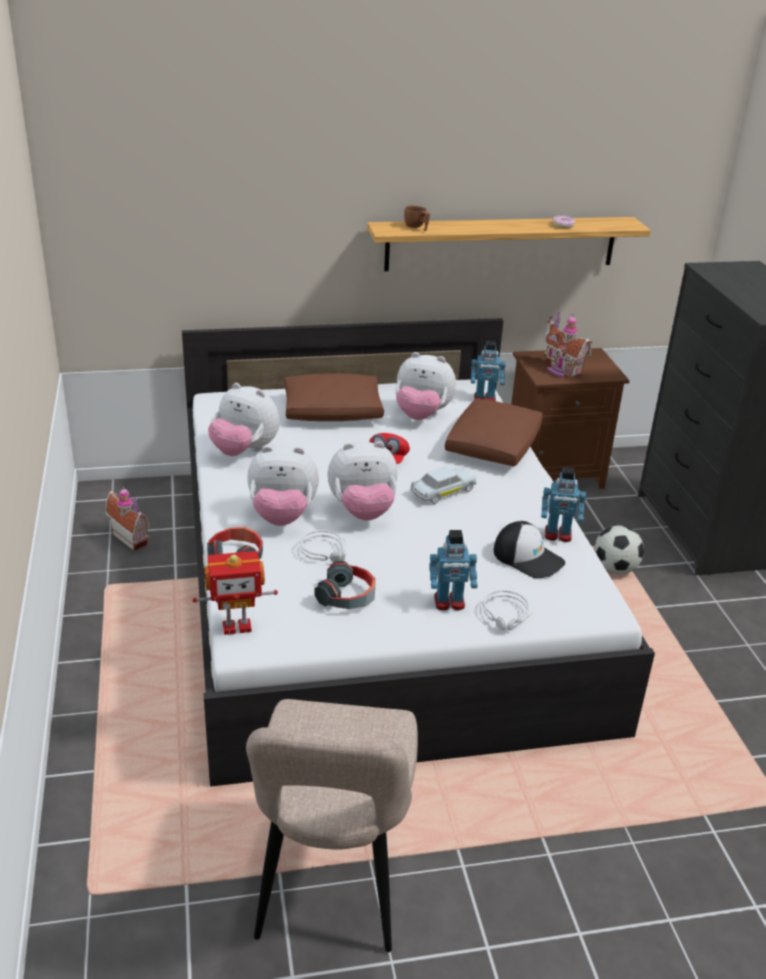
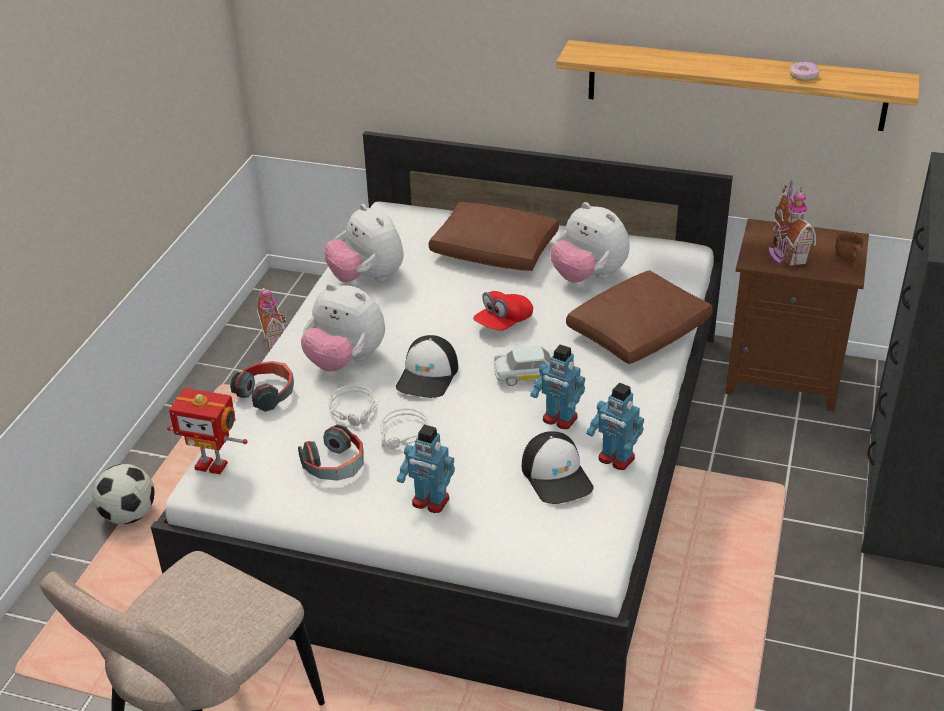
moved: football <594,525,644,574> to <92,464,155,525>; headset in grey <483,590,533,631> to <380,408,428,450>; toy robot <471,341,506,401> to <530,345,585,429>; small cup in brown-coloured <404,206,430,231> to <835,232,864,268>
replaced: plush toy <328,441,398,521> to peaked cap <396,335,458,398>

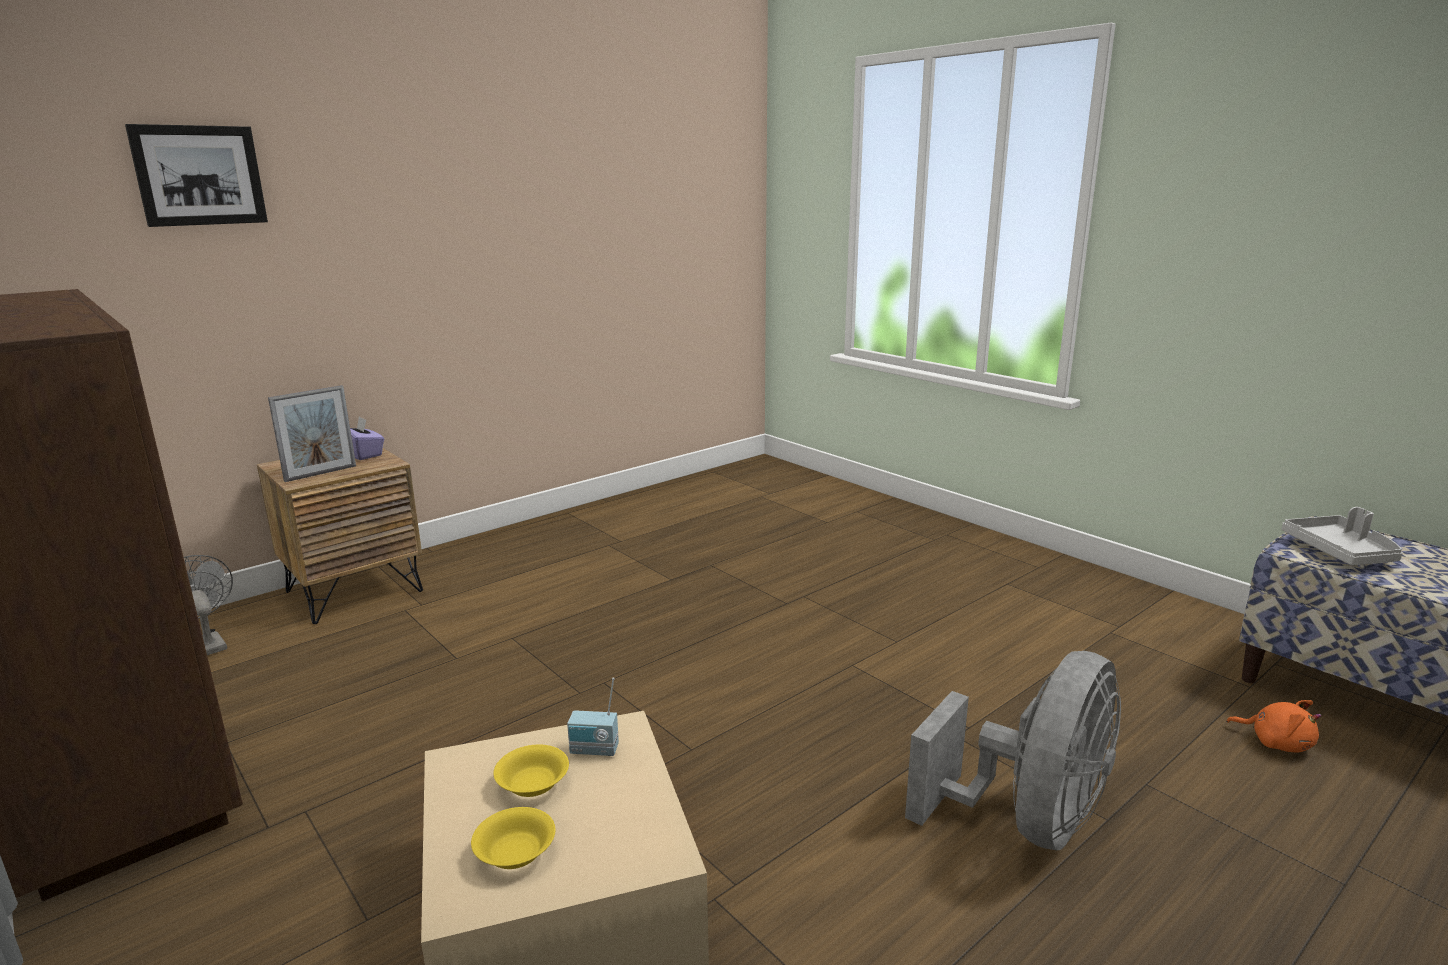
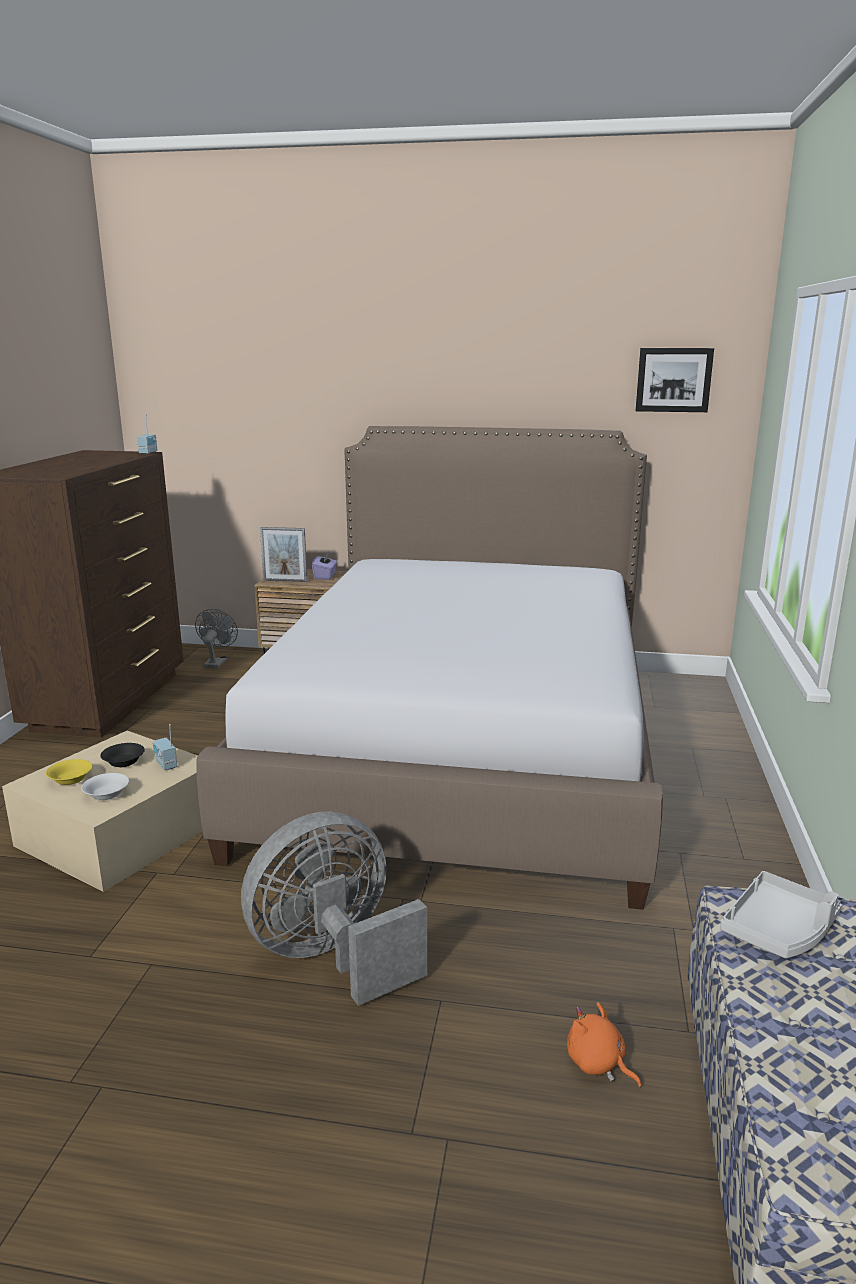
added: serving bowl in white <81,773,129,800>; radio <137,415,158,454>; sleeping bed <196,426,663,910>
moved: wall art <125,124,268,227> to <635,348,714,412>
recoloured: serving bowl in yellowish <493,744,569,797> to serving bowl in black-coloured <100,743,145,767>
turned: fan in grey <905,651,1121,850> = <241,811,427,1006> 150 degrees clockwise; plush toy in orange-coloured <1226,700,1322,752> = <567,1002,641,1088> 135 degrees clockwise

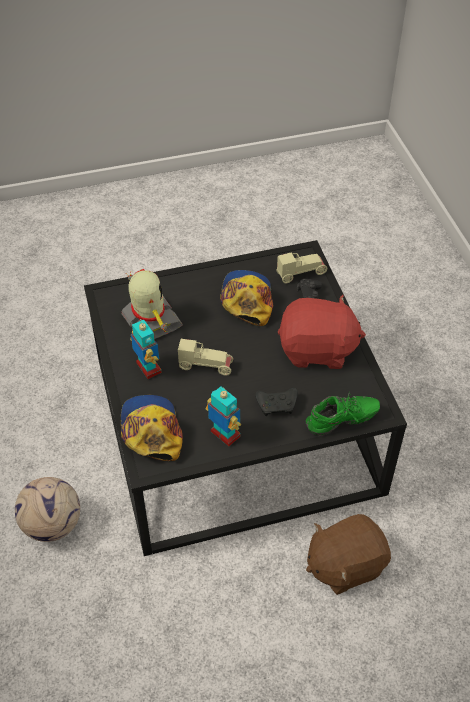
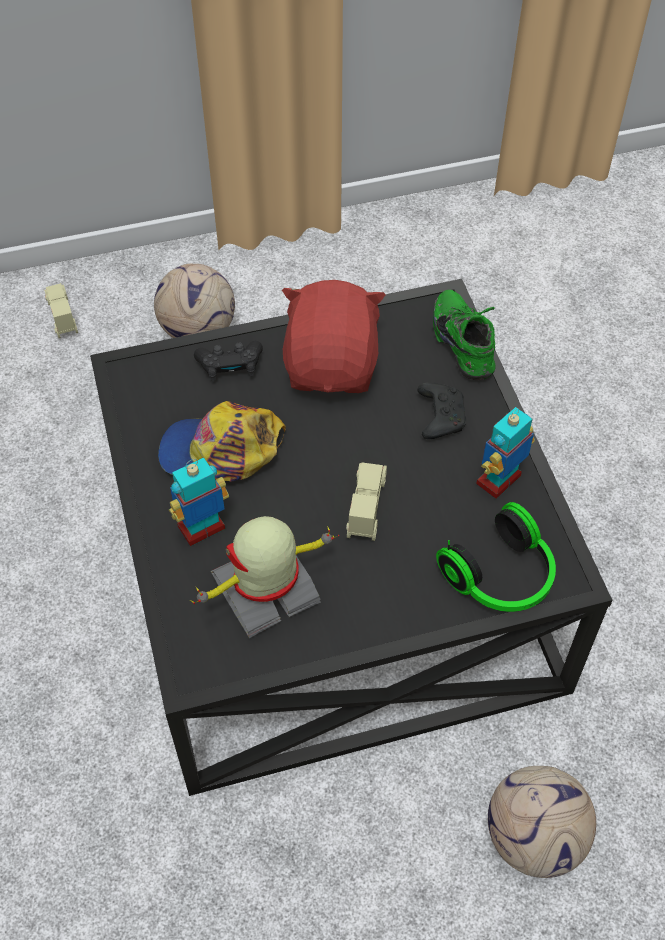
removed: plush toy in brown-coloured <306,514,391,595>
added: football <154,264,235,338>
moved: miniature car in beige-coloured <276,253,327,283> to <44,283,78,338>; toy robot <130,319,162,379> to <169,458,229,546>
replaced: peaked cap <121,395,183,461> to headset <436,502,556,612>

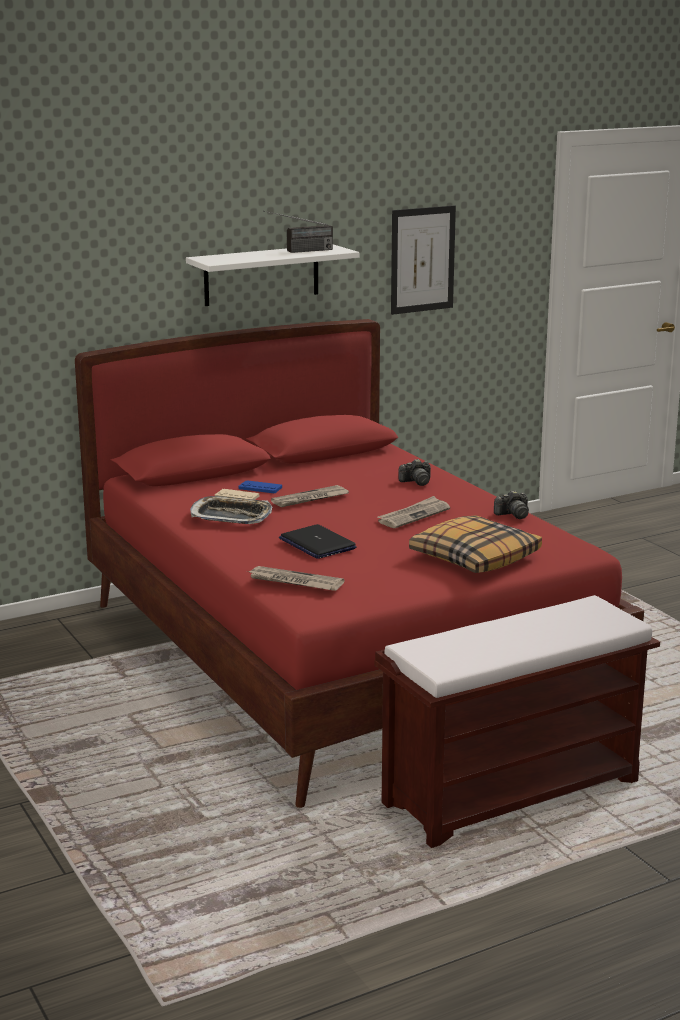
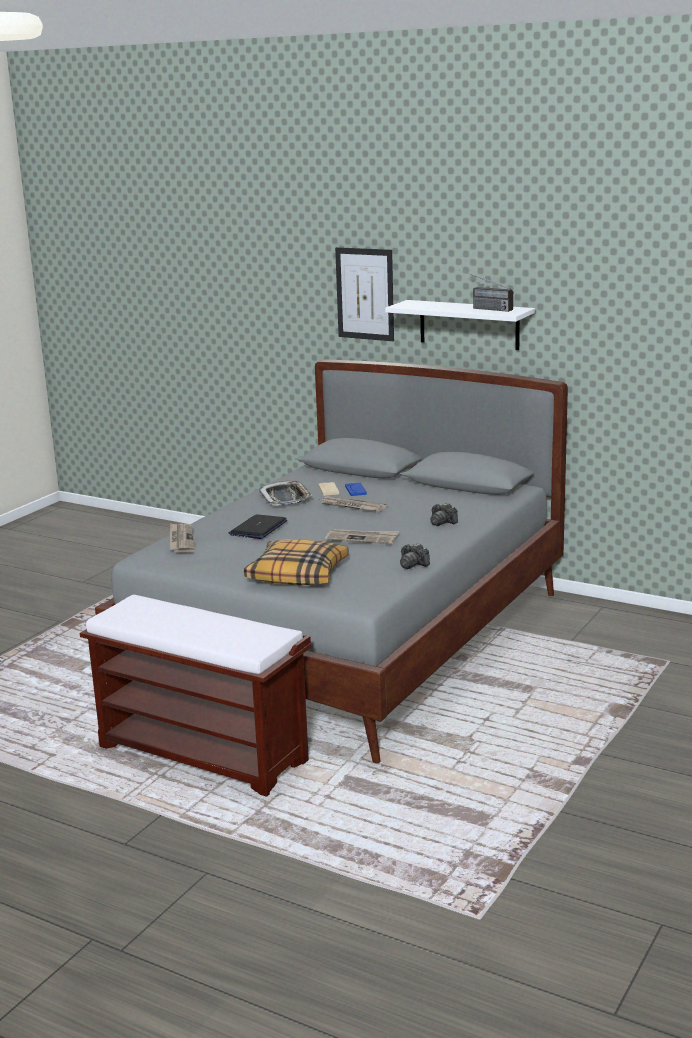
moved: wall art <391,205,456,315> to <335,247,394,341>
recoloured: sleeping bed in red-coloured <75,319,644,808> to sleeping bed in grey <95,359,568,763>

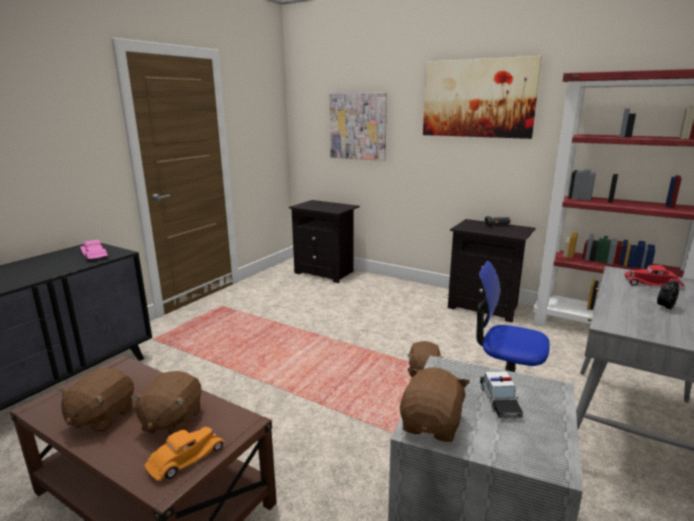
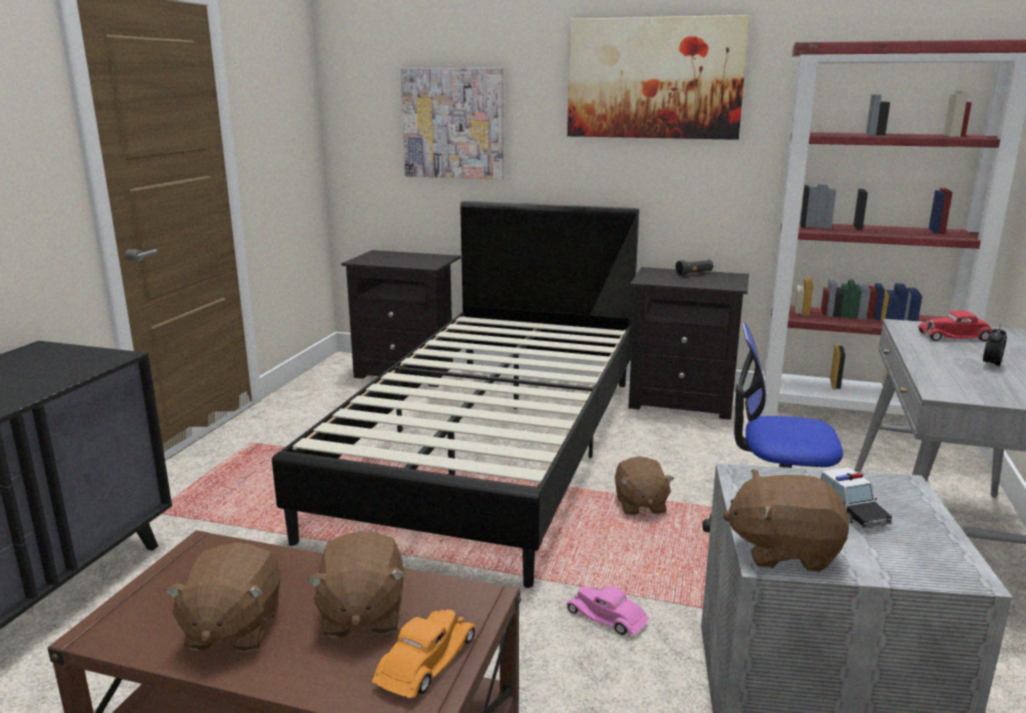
added: sleeping bed in black-coloured <272,201,639,588>
moved: miniature car in pinkish <80,240,108,261> to <566,586,649,635>
turned: plush toy in brown-coloured <400,367,470,442> = <723,469,849,572> 90 degrees counterclockwise

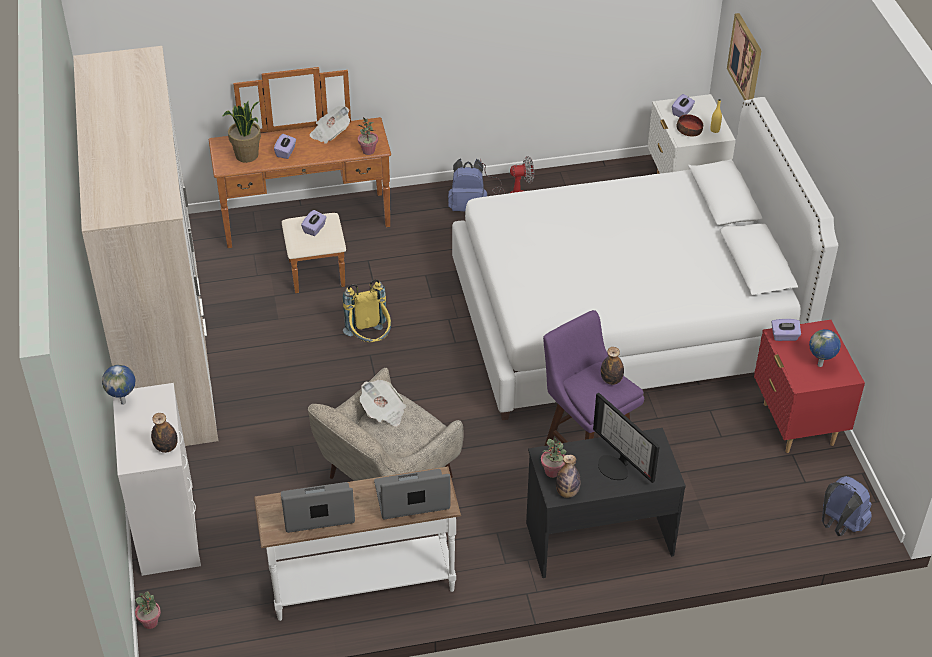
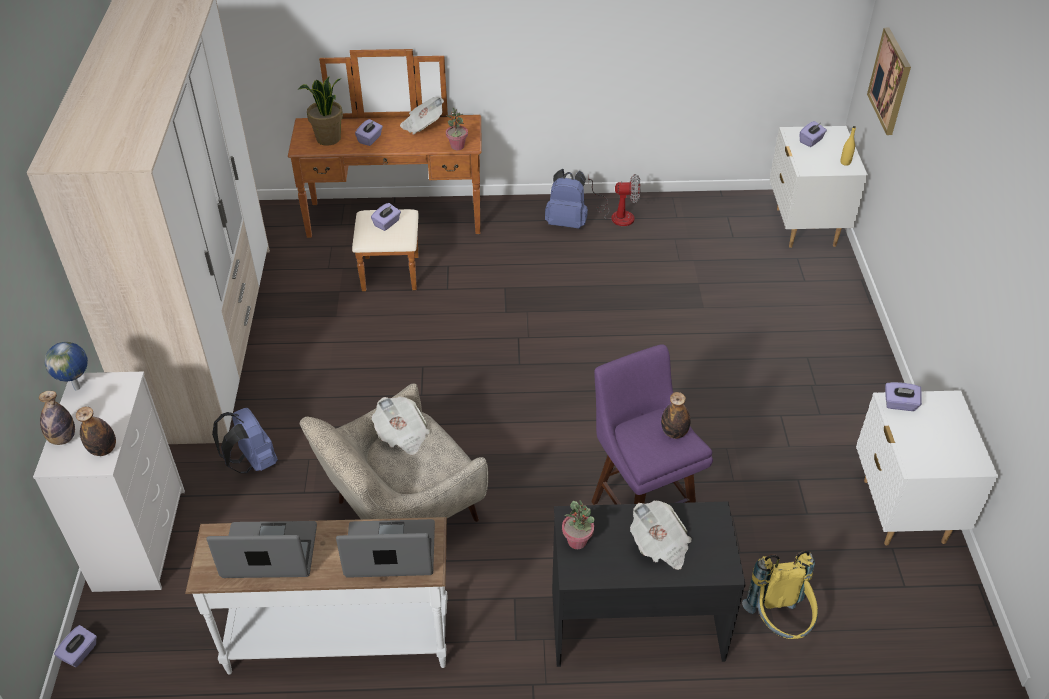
removed: sleeping bed in white <452,97,838,420>; serving bowl <677,114,703,136>; globe <809,329,841,367>
moved: bottle <556,455,581,498> to <39,391,75,445>; knapsack in blue <822,476,872,536> to <212,408,278,473>; knapsack in yellowish <343,279,391,342> to <742,550,818,639>
replaced: plant in a pot <135,591,161,629> to tissue holder in purple <54,625,97,667>; computer screen <593,393,660,483> to newspaper <630,501,692,570>
recoloured: bedside table in red-coloured <754,320,865,453> to bedside table in white <856,390,998,545>

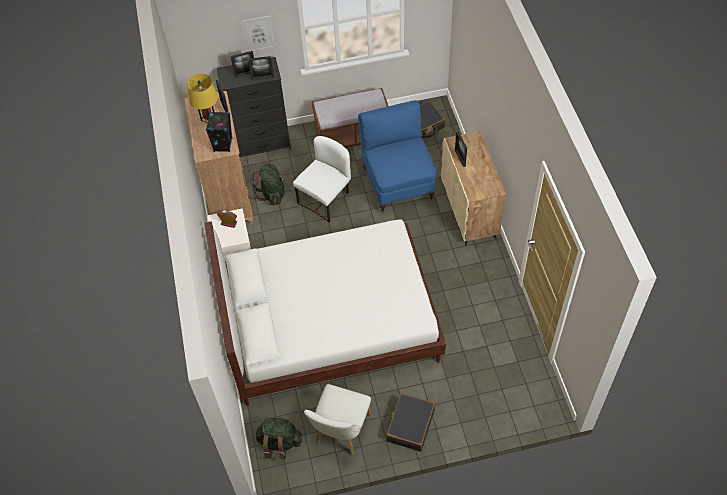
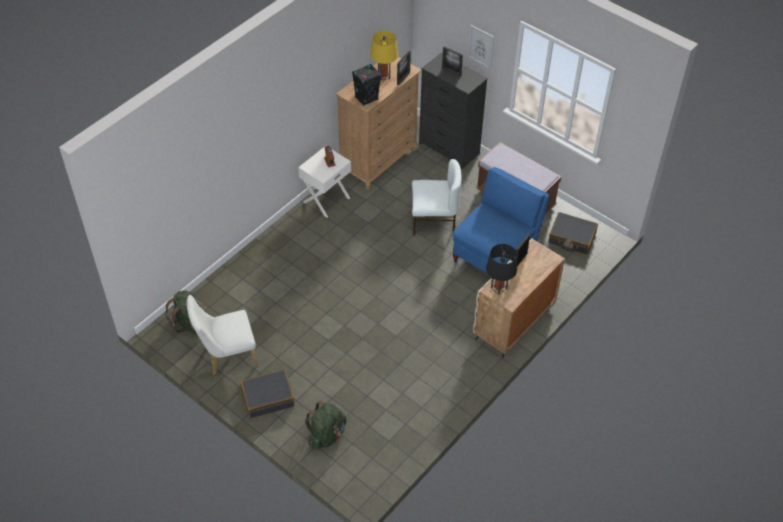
removed: sleeping bed in white <204,219,446,406>; photo frame <248,56,274,80>
added: tabletop lamp in black-coloured <486,244,517,295>
moved: knapsack in greenish <252,164,286,205> to <305,401,347,450>

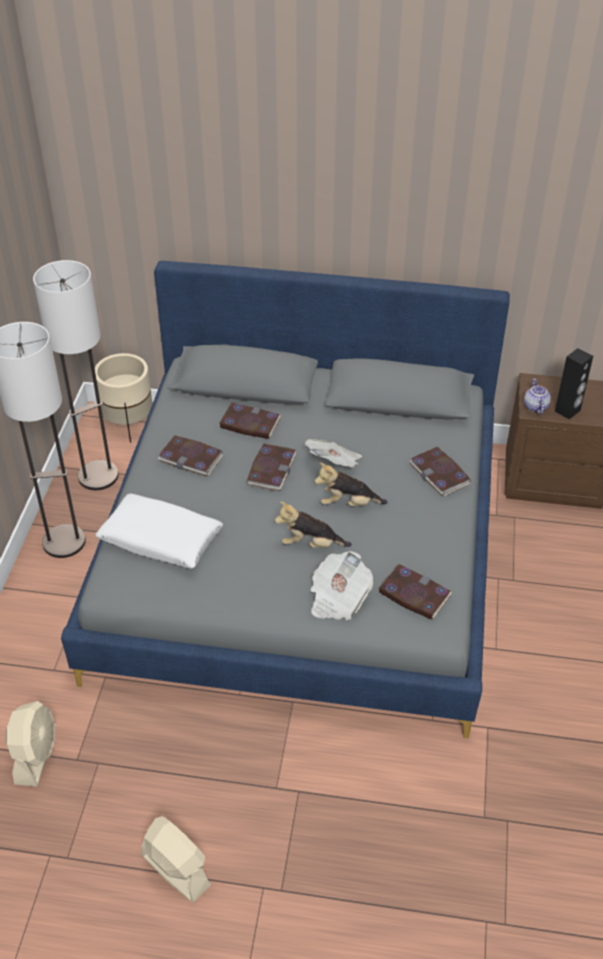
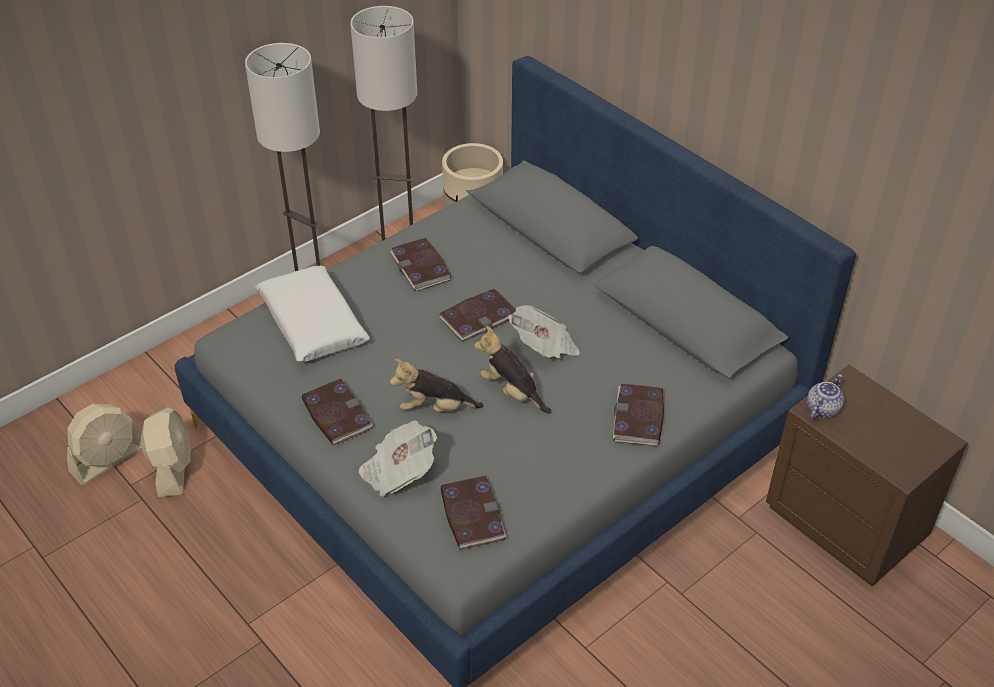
removed: audio speaker in black-coloured <555,348,593,419>
moved: fan in beige-coloured <141,816,211,903> to <141,407,191,497>; bound book <219,403,281,439> to <302,379,374,446>
turned: plush toy <274,501,352,548> = <390,359,483,411> 45 degrees counterclockwise

